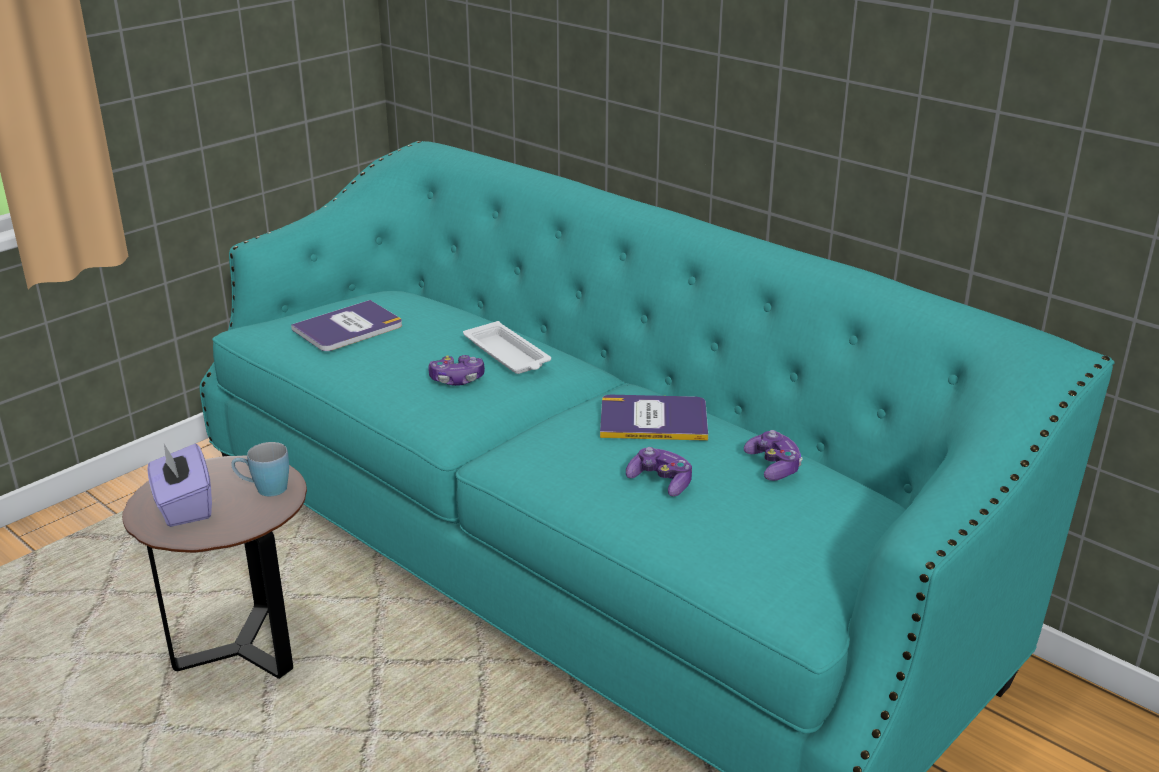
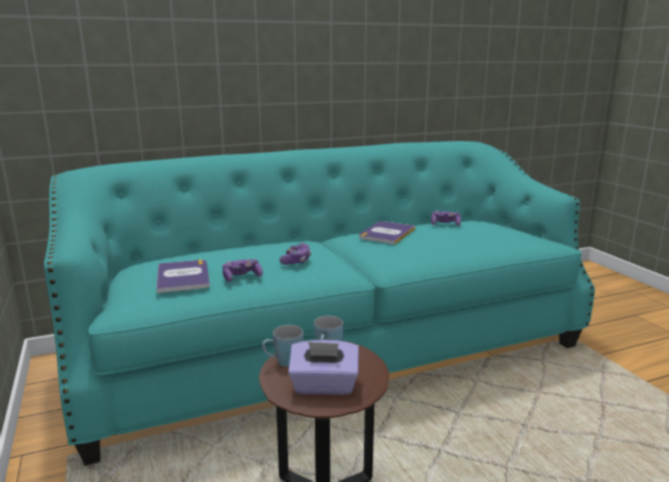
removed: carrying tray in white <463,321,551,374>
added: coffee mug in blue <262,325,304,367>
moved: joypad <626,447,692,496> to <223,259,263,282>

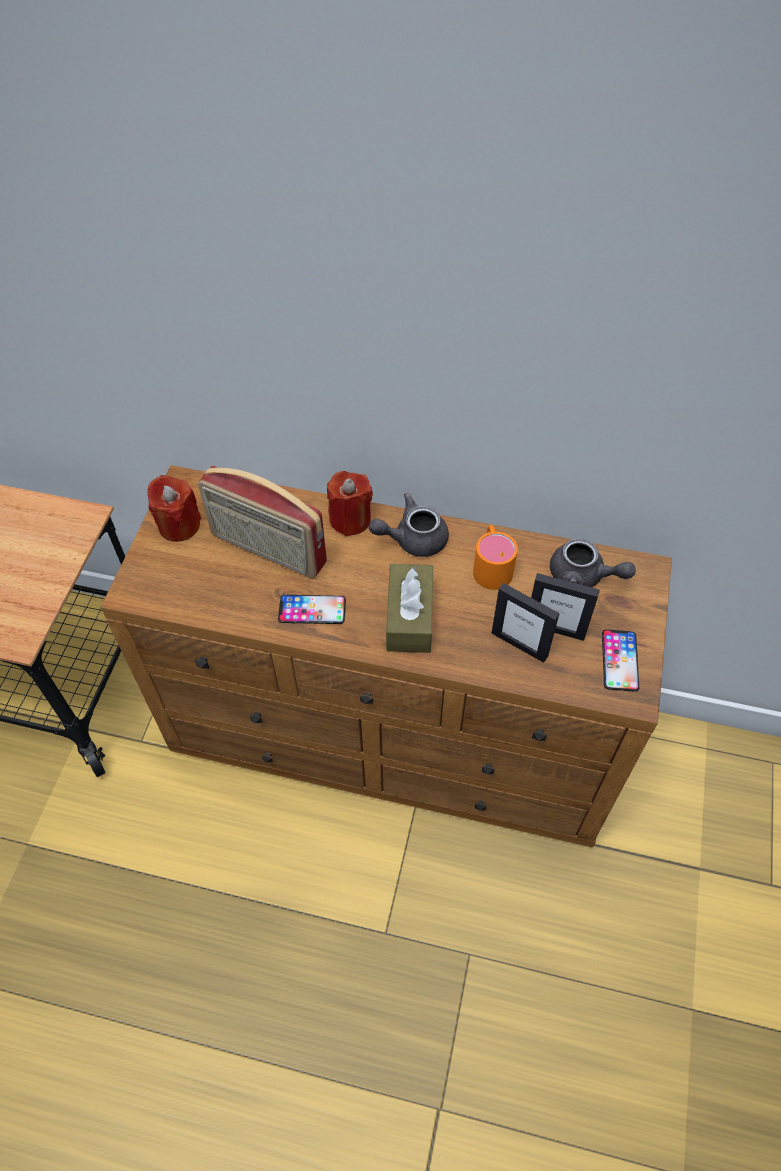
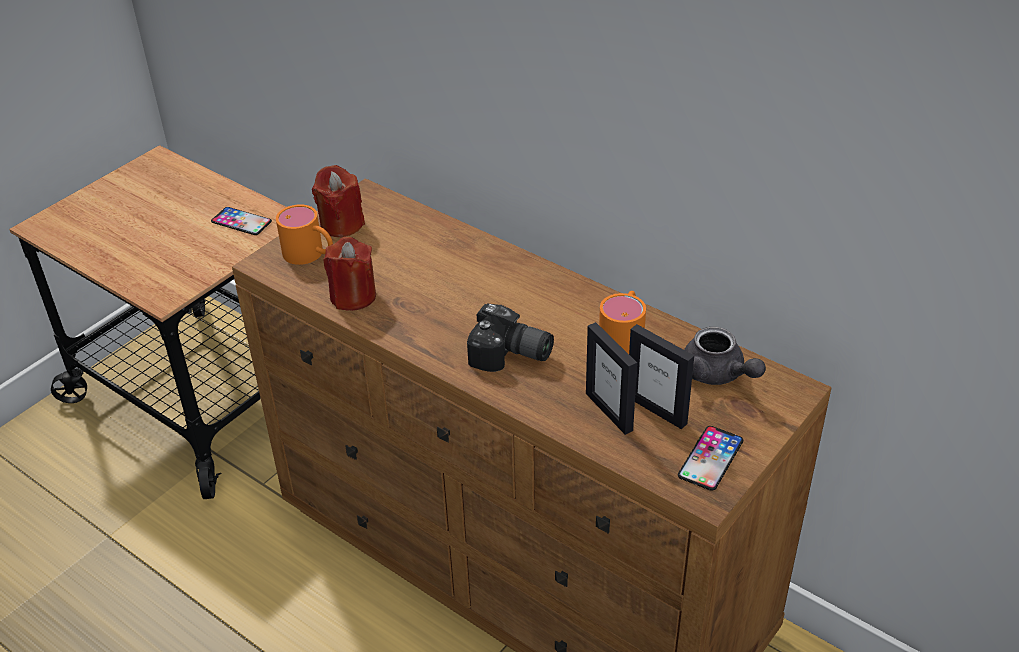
removed: radio <198,466,327,578>; pot for tea in grey <369,493,449,557>
added: coffee mug in orange-coloured <276,204,333,265>
moved: phone <278,595,346,624> to <211,207,272,235>; candle in red-coloured <327,471,373,536> to <323,237,376,311>
replaced: tissue holder in brown-coloured <386,564,433,653> to still camera <467,303,554,372>

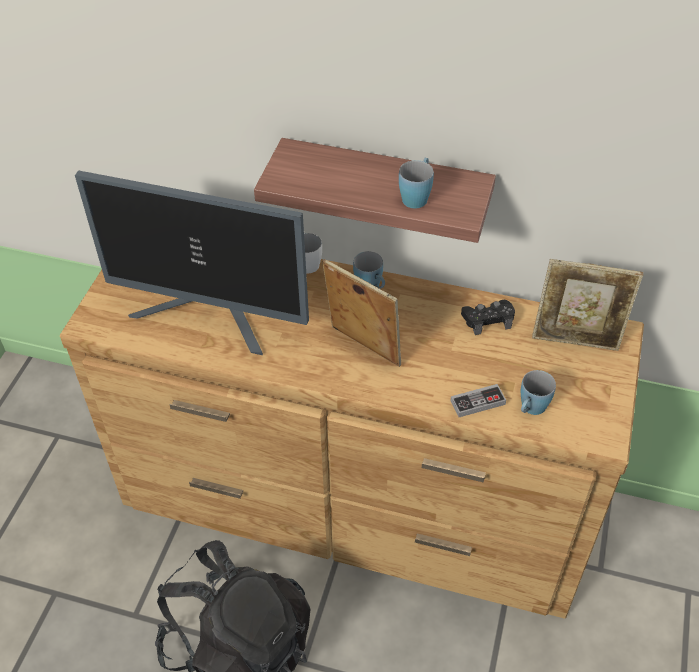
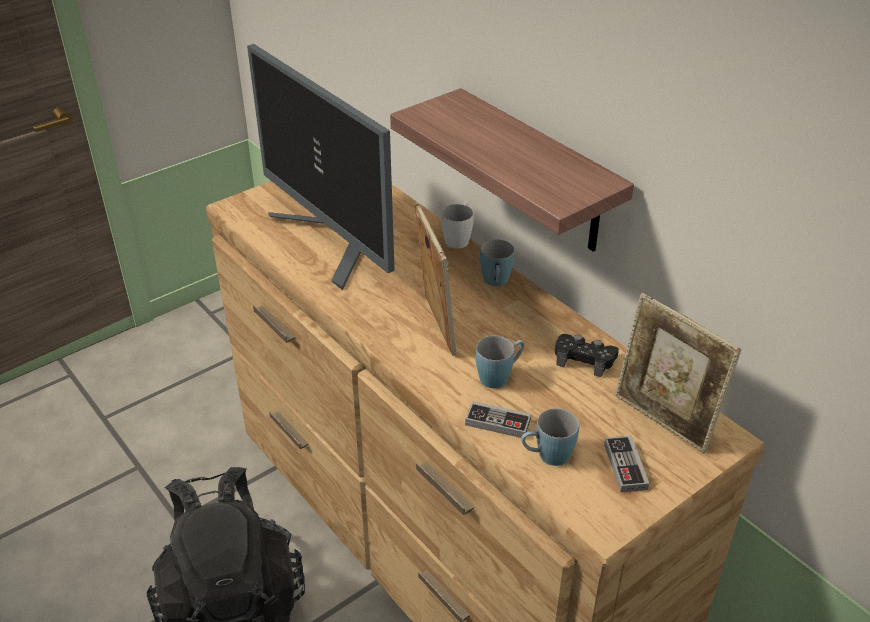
added: joypad <604,436,649,492>
moved: coffee mug in blue <399,158,434,209> to <476,336,525,388>

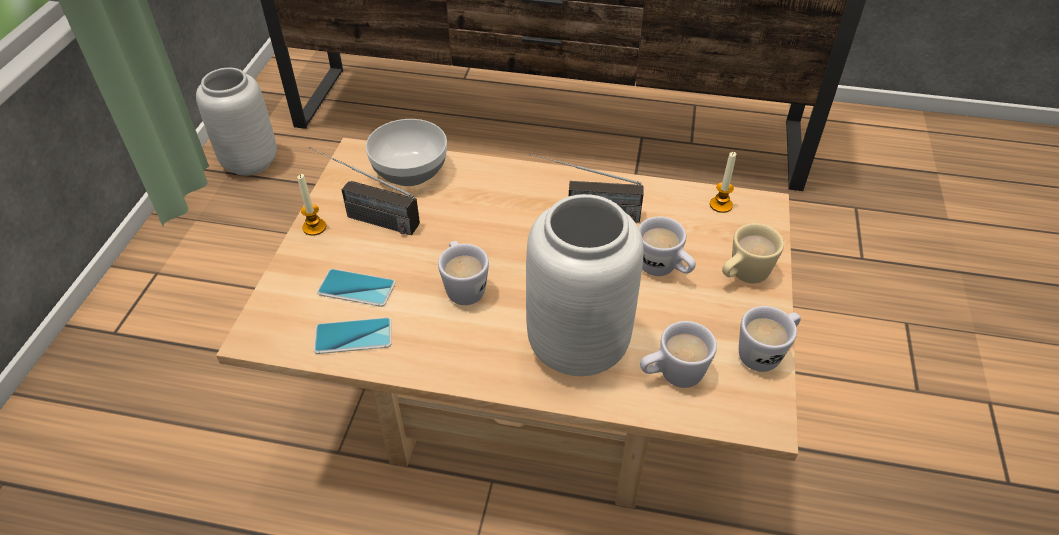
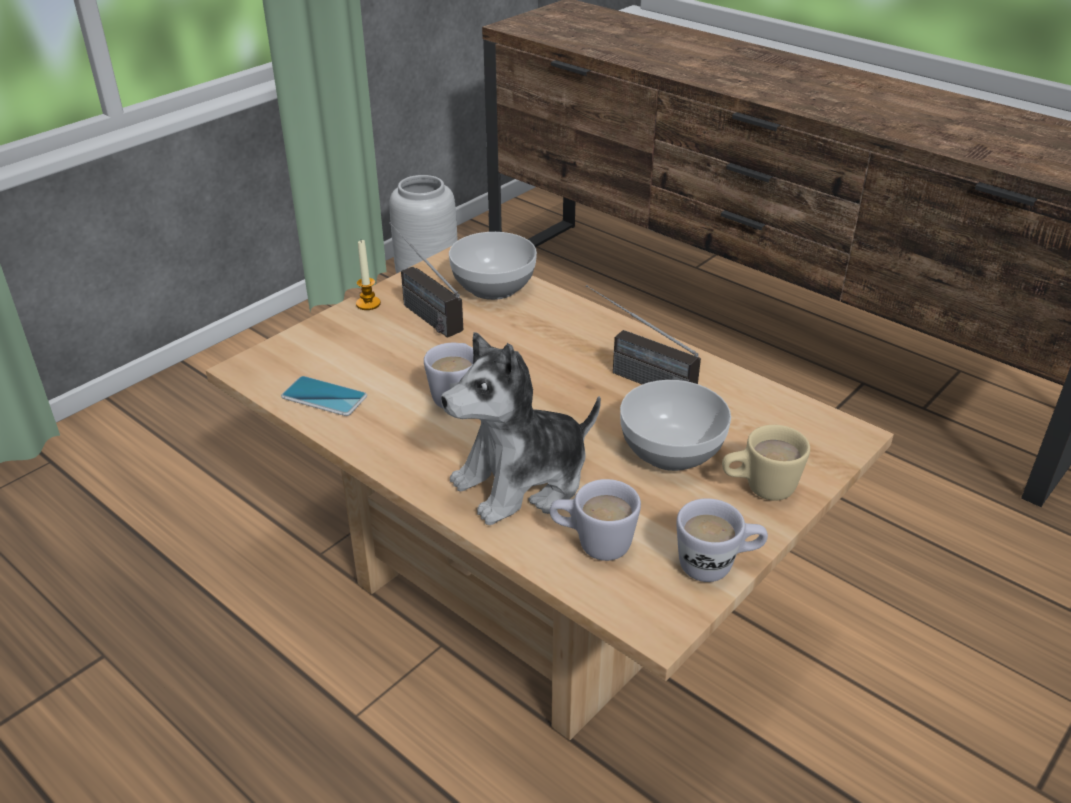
removed: phone <317,269,396,307>; candle <710,152,736,213>
replaced: decorative vase in grey <526,194,644,376> to plush toy <441,332,601,525>; coffee mug in white <638,216,696,276> to serving bowl <620,380,731,471>

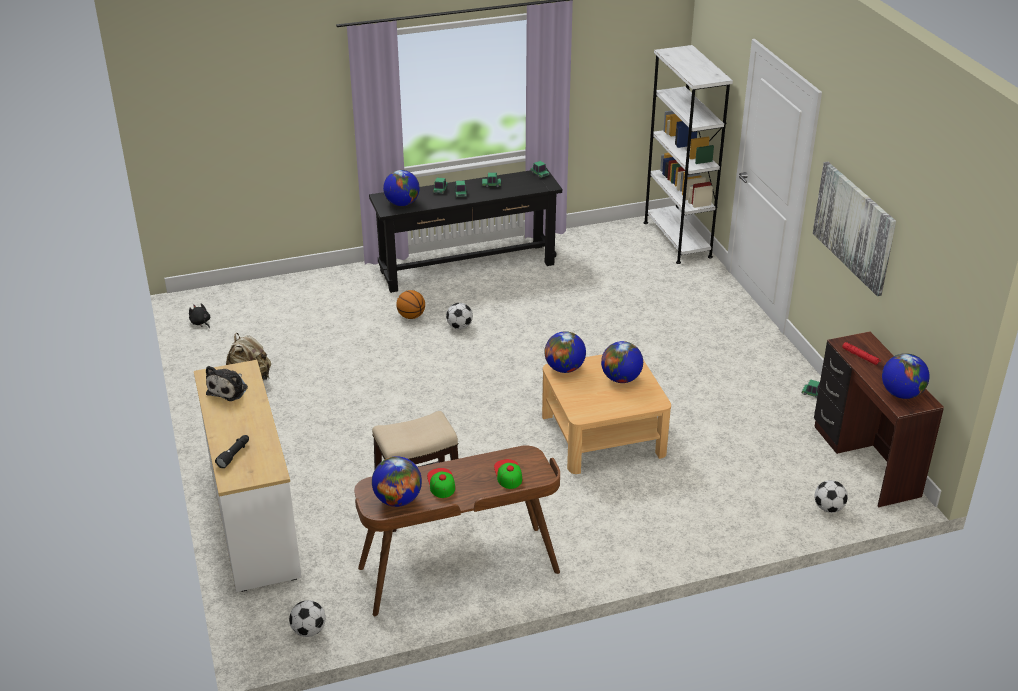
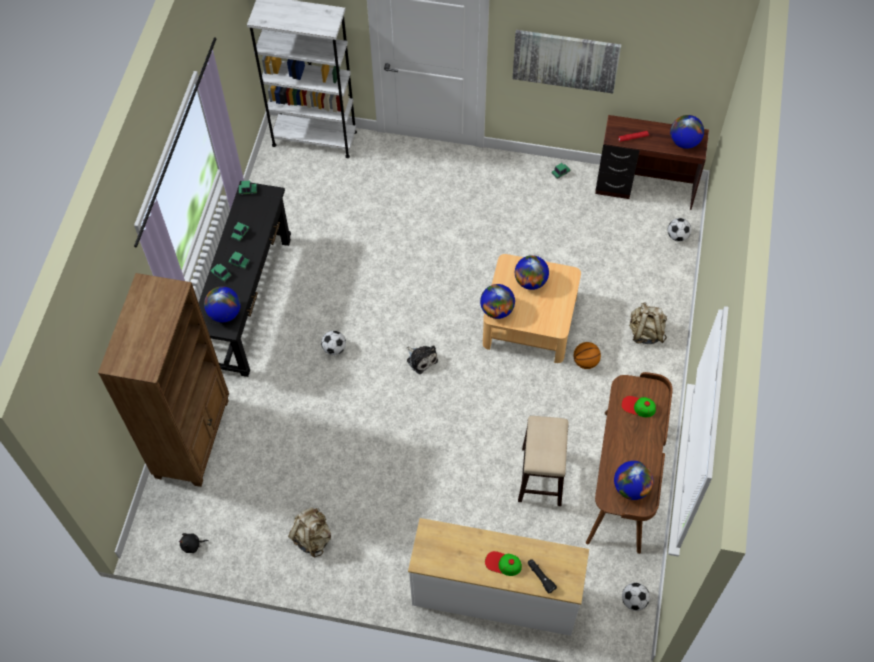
added: bookshelf in brown-coloured <98,273,229,487>; knapsack in beige-coloured <629,302,667,344>
moved: plush toy <206,366,248,401> to <406,345,438,374>; peaked cap <427,468,455,498> to <485,551,522,576>; basketball <396,290,425,319> to <573,342,601,369>

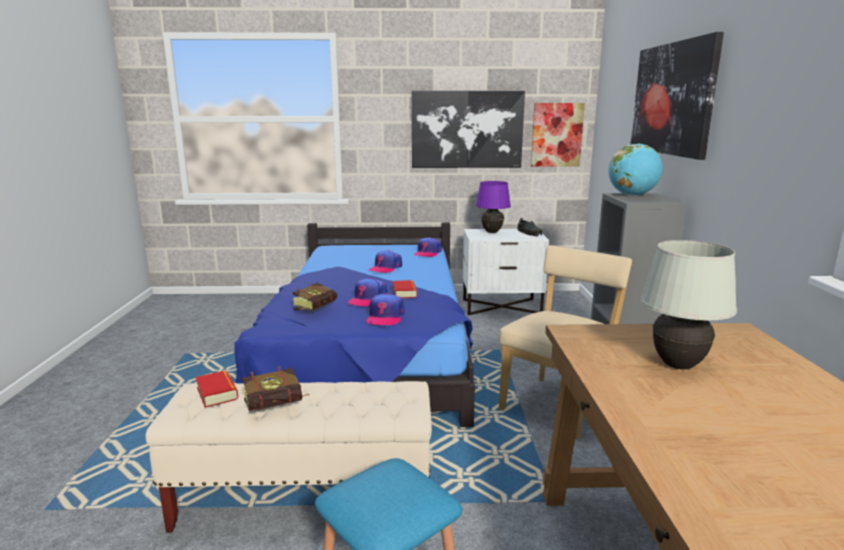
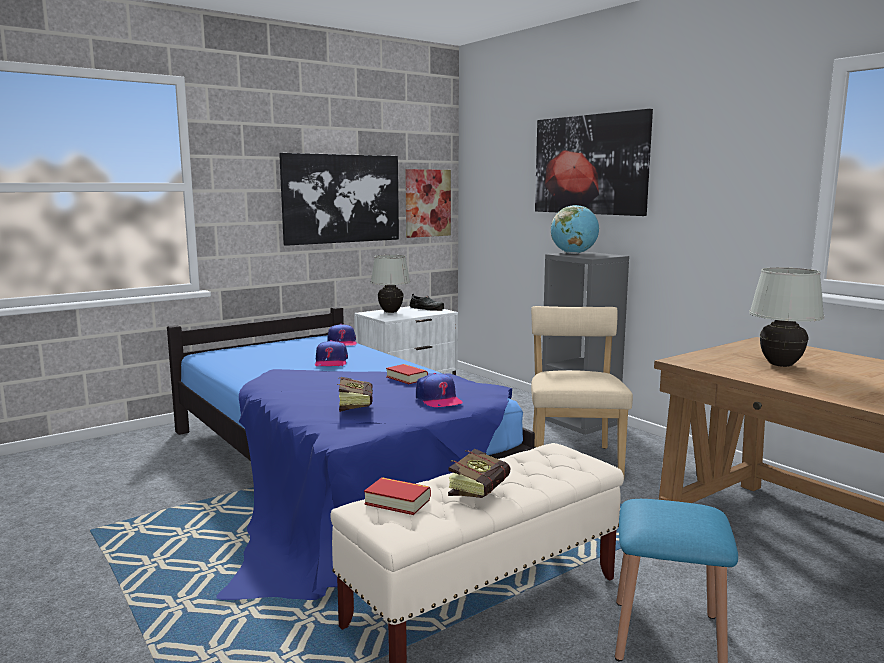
removed: peaked cap <347,278,387,307>
recoloured: tabletop lamp in purple <475,181,511,233> to tabletop lamp in white <370,255,410,313>

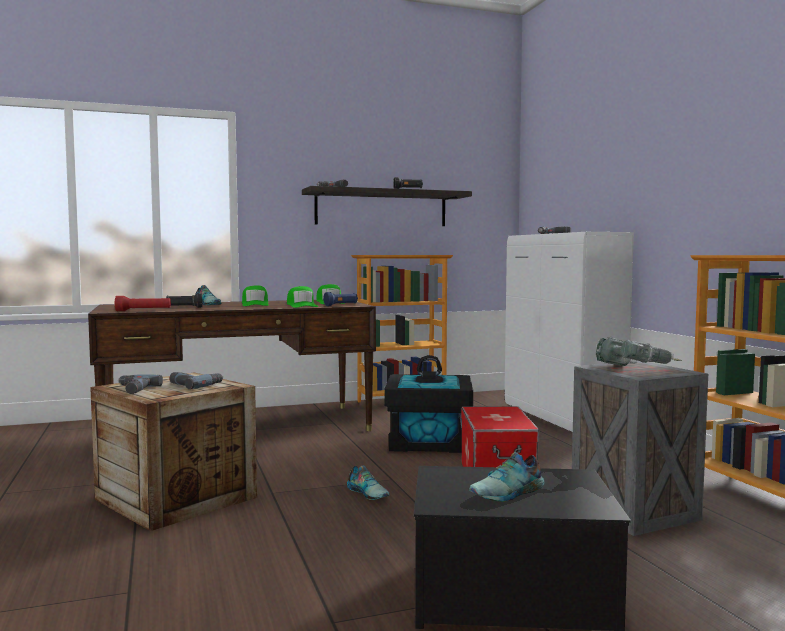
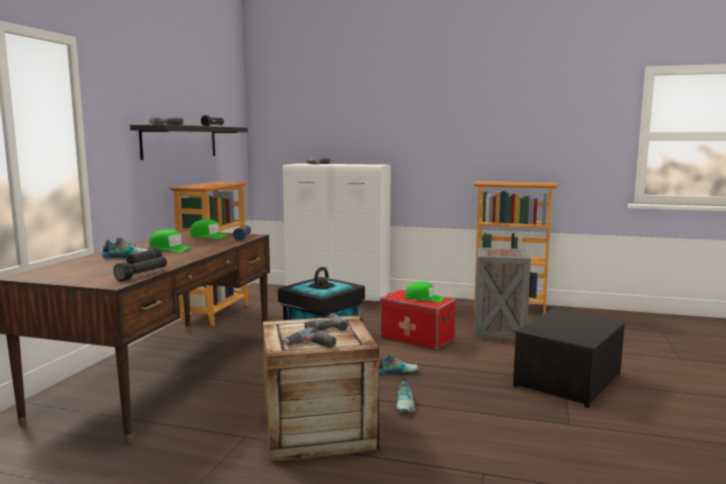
removed: power drill <596,337,682,366>
moved: low shoe <469,452,544,502> to <396,379,416,412>; peaked cap in greenish <287,286,318,308> to <405,282,444,302>
recoloured: flashlight in red-coloured <115,296,171,311> to flashlight in black-coloured <113,257,167,281>

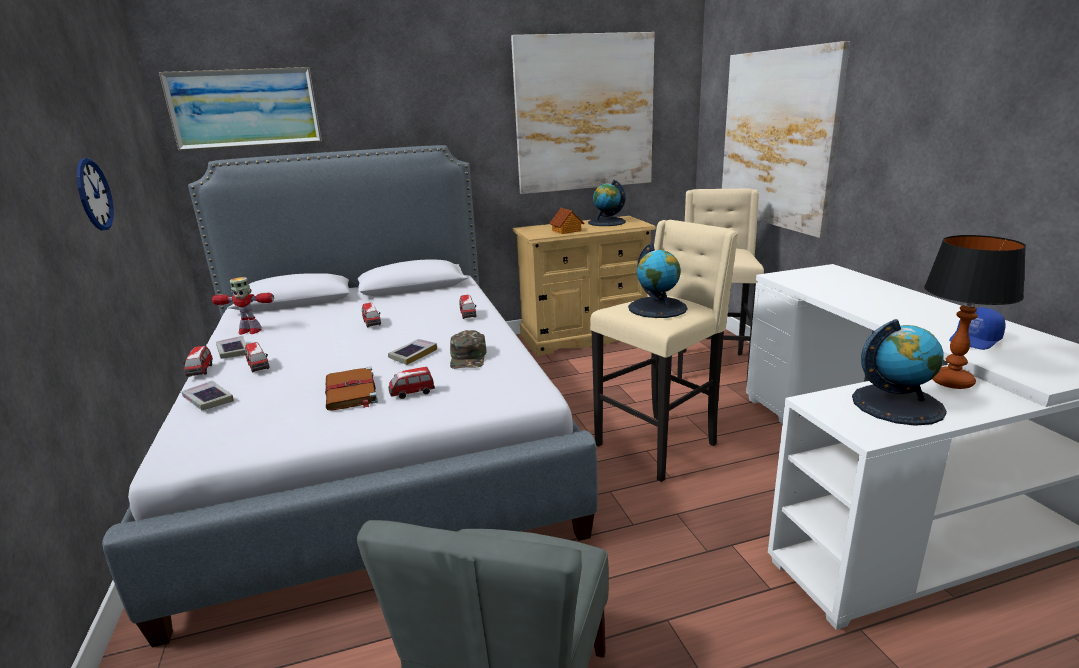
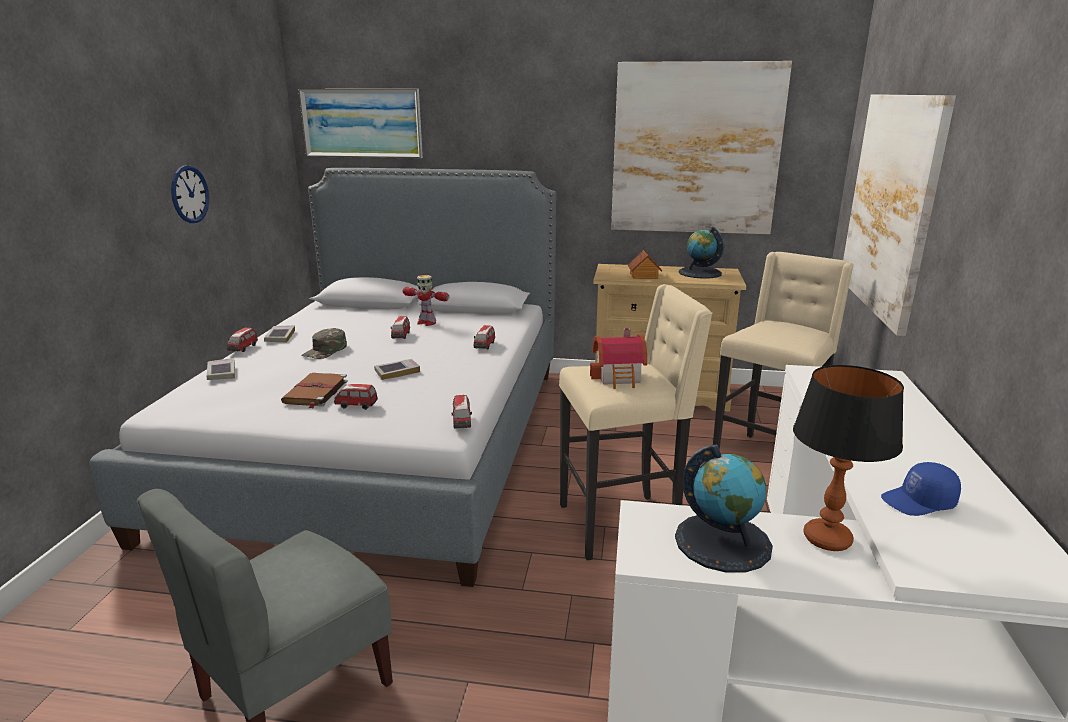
moved: peaked cap in greenish <450,330,487,369> to <301,328,347,359>; toy robot <212,277,274,335> to <403,275,449,326>; miniature car <245,342,270,373> to <452,395,472,428>
replaced: globe <628,243,688,318> to toy house <590,328,647,389>

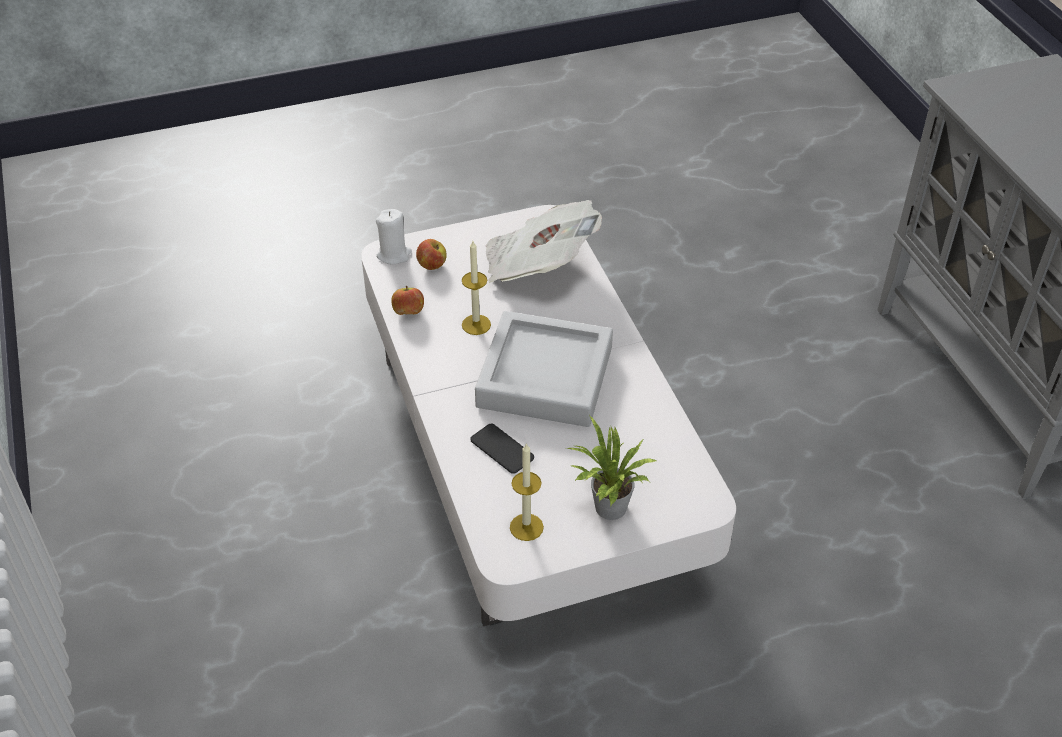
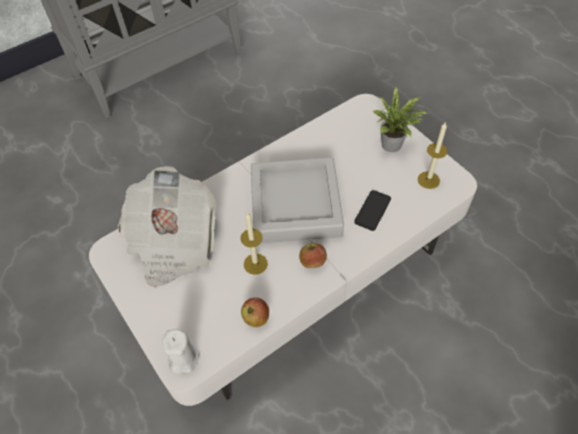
moved: apple fruit <416,239,447,270> to <299,243,327,268>

